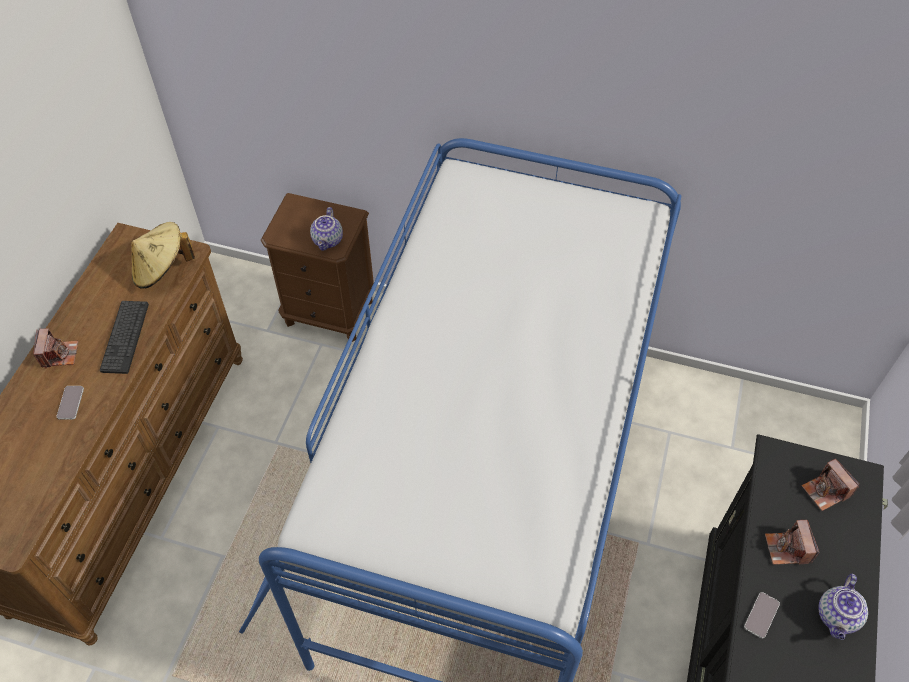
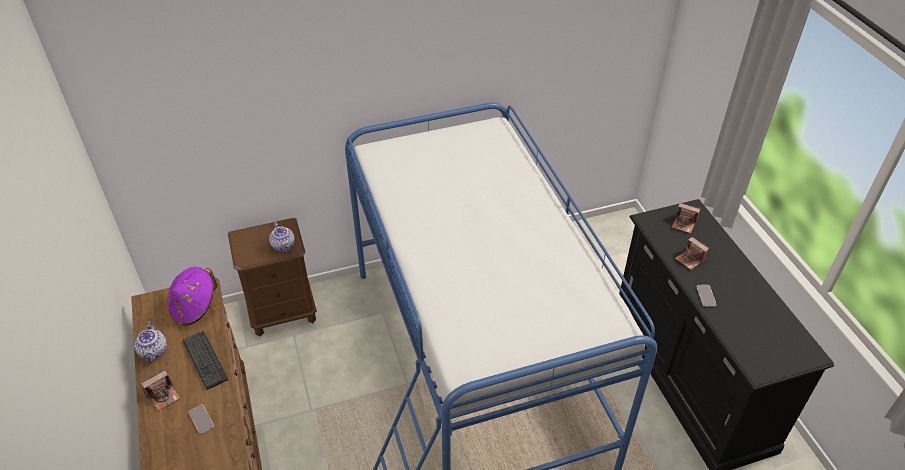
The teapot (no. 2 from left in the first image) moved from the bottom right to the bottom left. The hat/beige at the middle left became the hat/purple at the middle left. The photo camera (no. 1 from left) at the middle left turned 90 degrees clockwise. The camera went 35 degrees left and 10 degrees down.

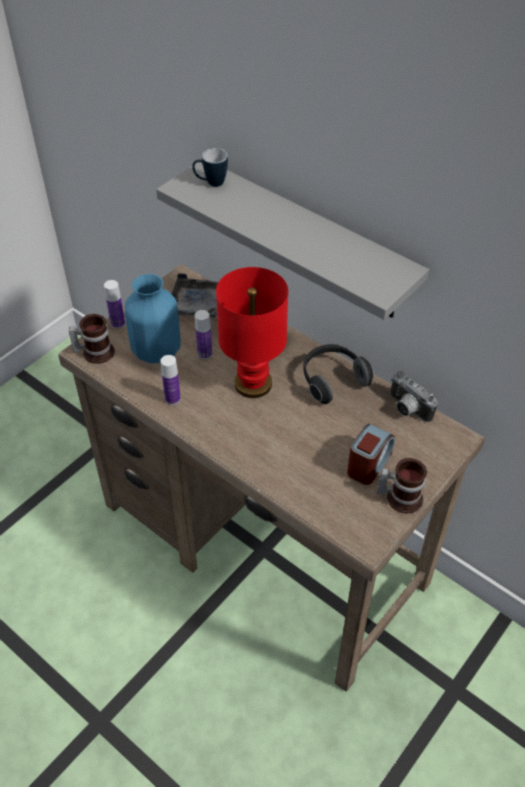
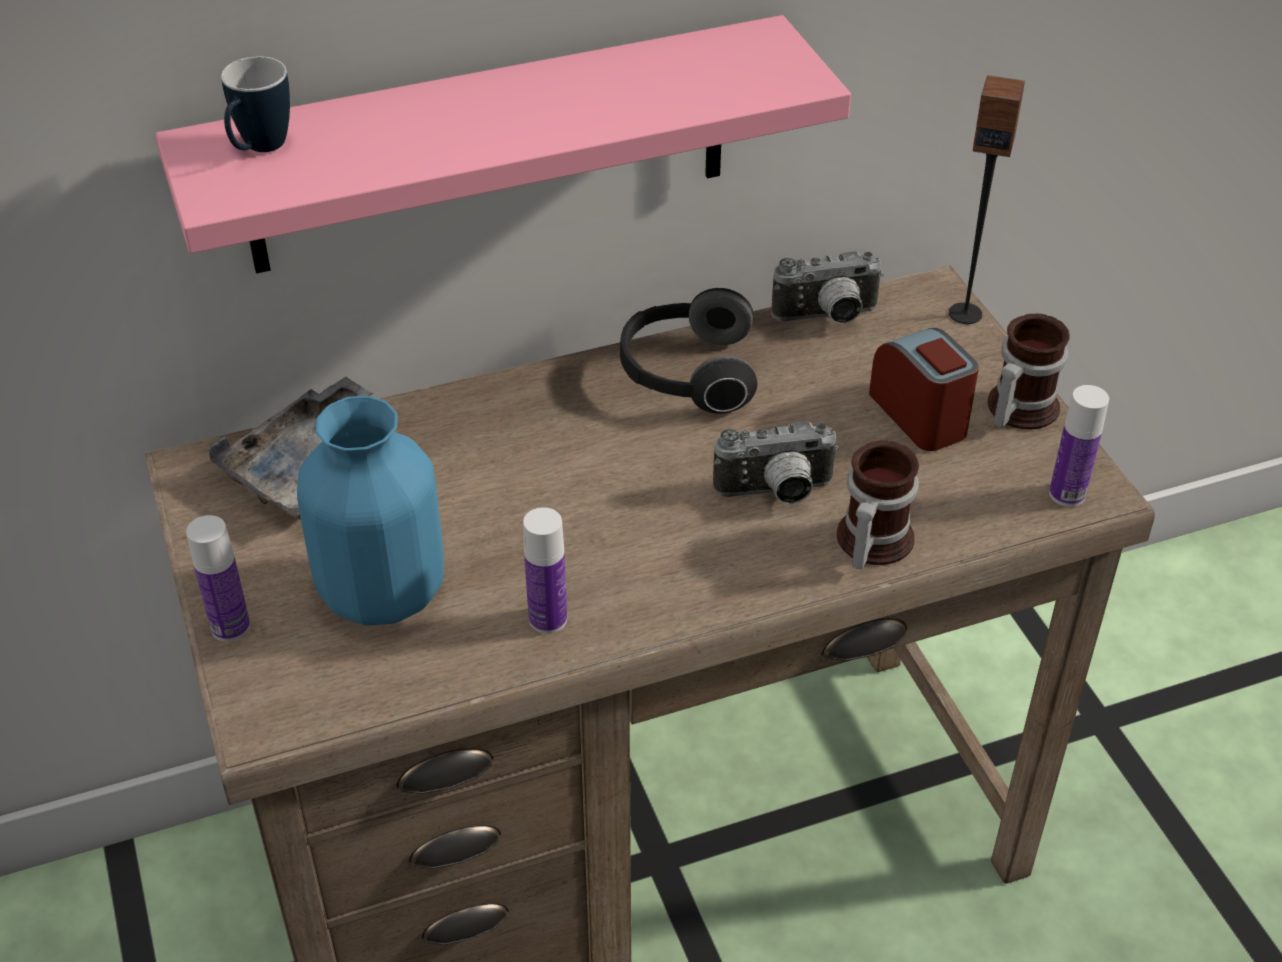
The table lamp/red at the centre disappeared. The photo camera (no. 1 from left) at the centre appeared. The speaker at the top right appeared. The mug (no. 1 from left in the first image) moved from the middle left to the middle right. The bottle (no. 3 from left) moved from the centre to the middle right. The shelf/grey at the top centre became the shelf/pink at the top centre. The camera went 60 degrees left and 5 degrees down.

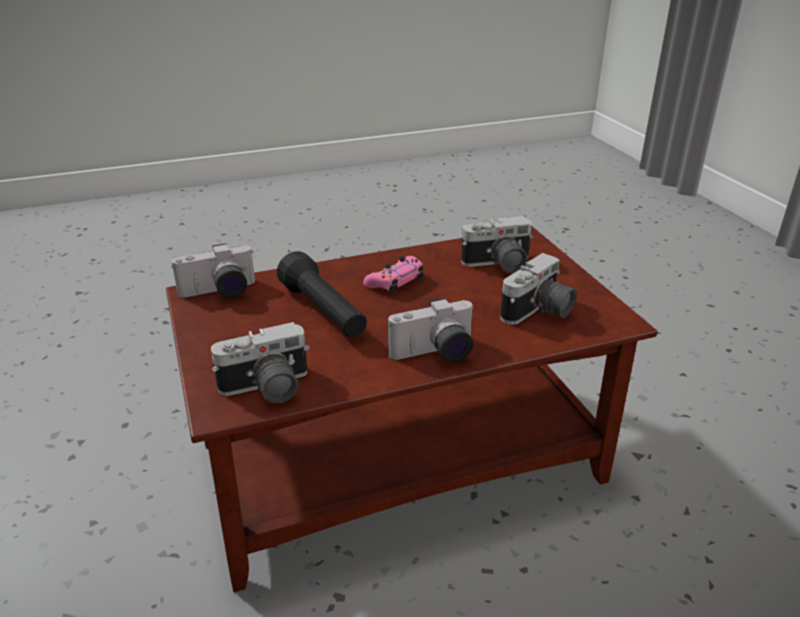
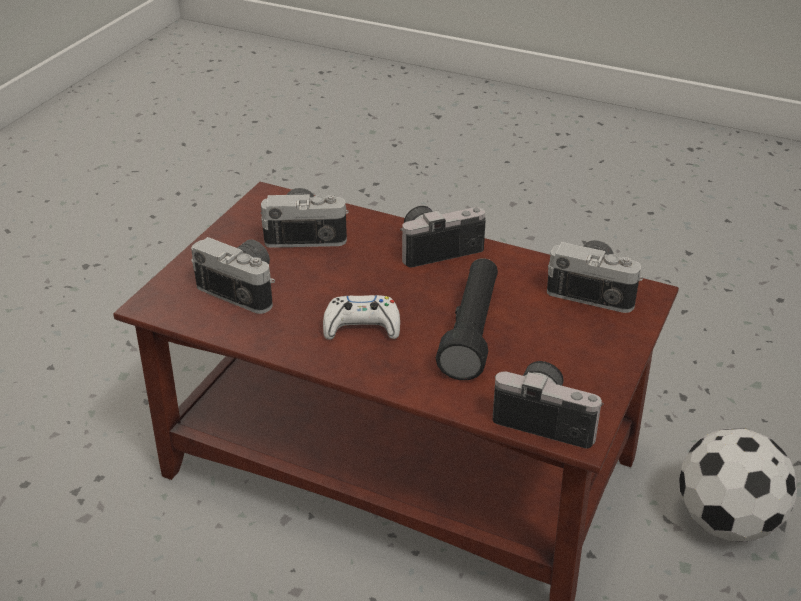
The football at the bottom right appeared. The game controller/pink at the centre became the game controller/white at the centre. The photo camera (no. 3 from left) at the centre turned 45 degrees counterclockwise. The camera went 135 degrees left and 5 degrees up.

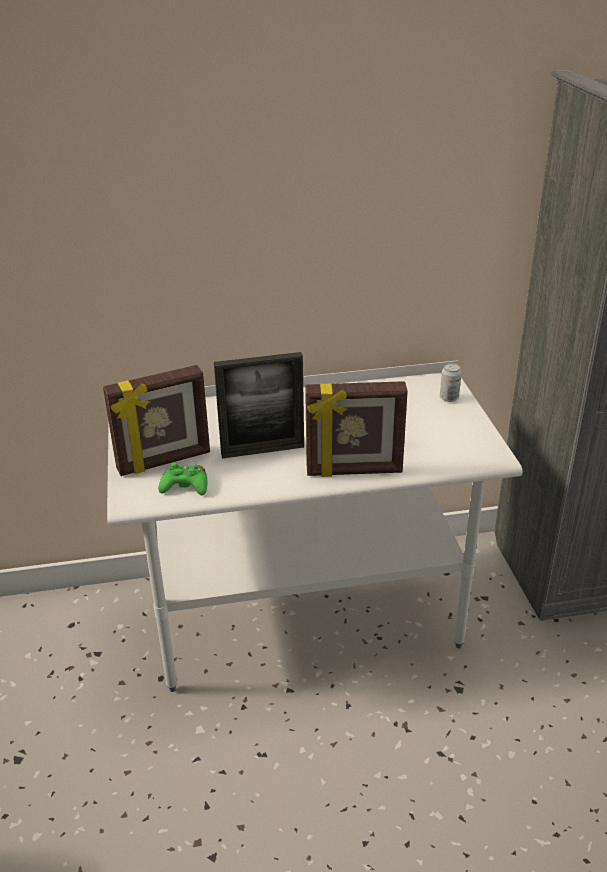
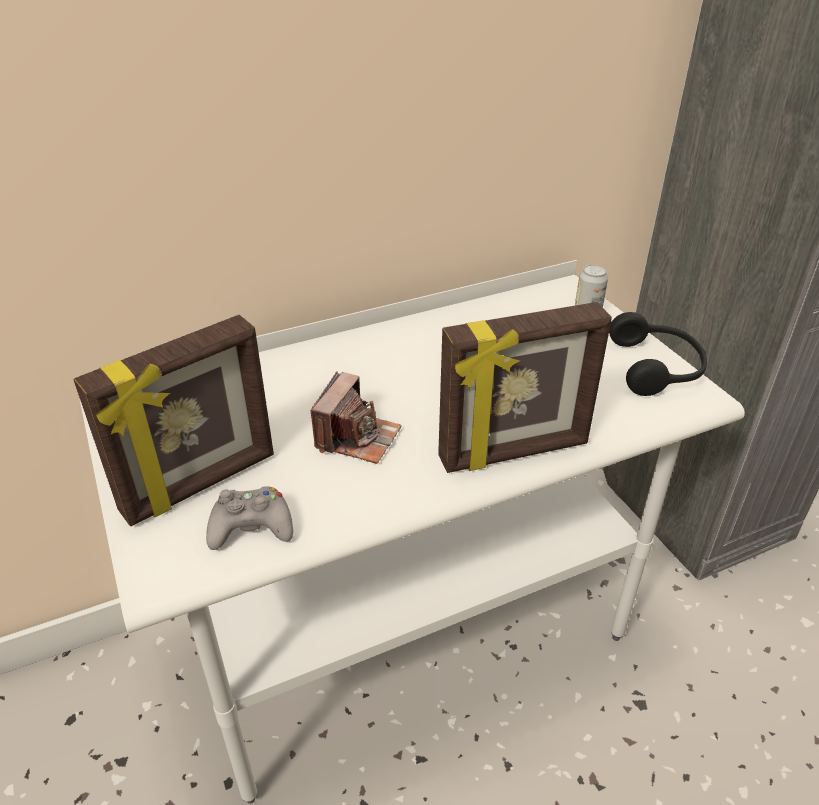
The headphones/black at the middle right appeared. The picture frame (no. 2 from left) at the centre was replaced by the photo camera at the centre. The game controller/green at the middle left became the game controller/grey at the middle left. The camera went 15 degrees left and 5 degrees up.

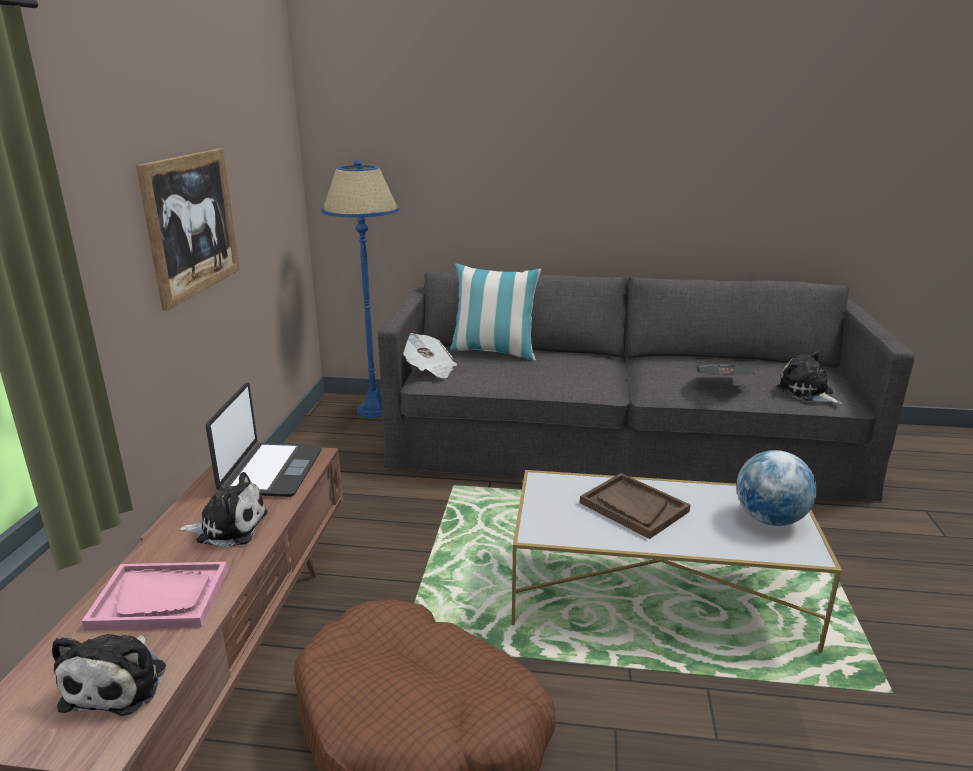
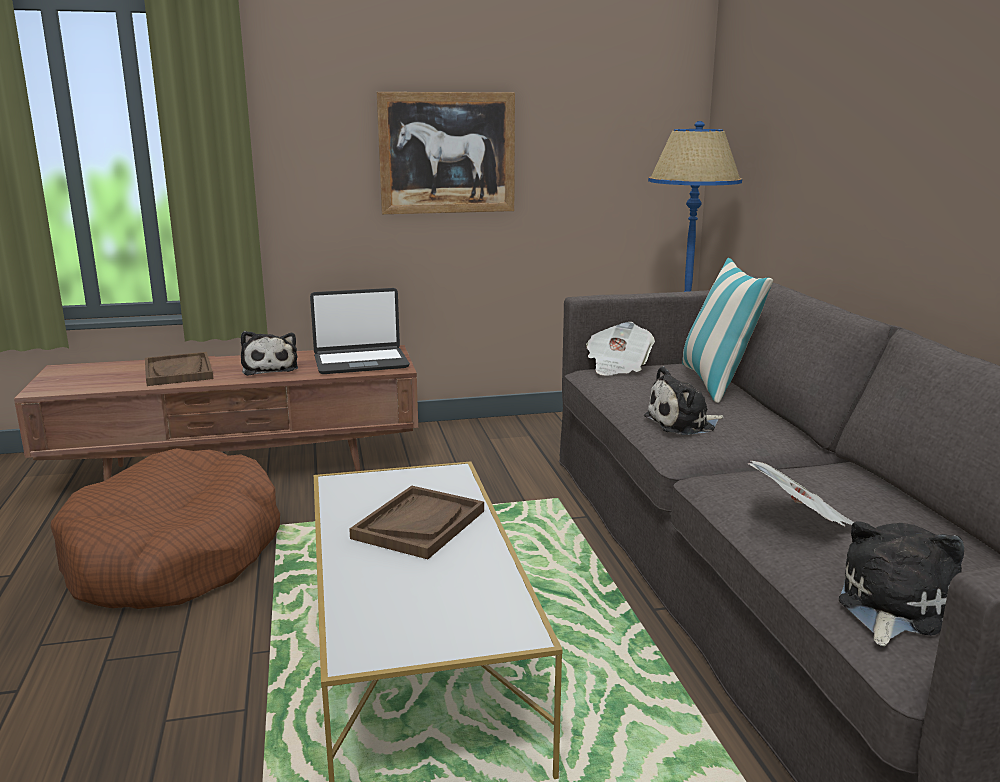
The globe at the middle right disappeared. The plush toy (no. 1 from left in the first image) moved from the bottom left to the middle right. The tray/pink at the bottom left became the tray/brown (no. 1 from left) at the middle left. The camera went 70 degrees right and 5 degrees down.

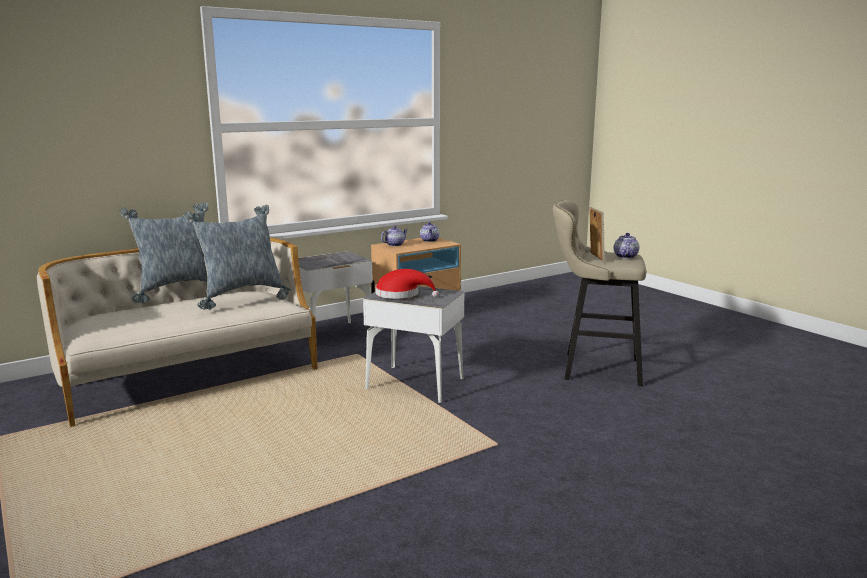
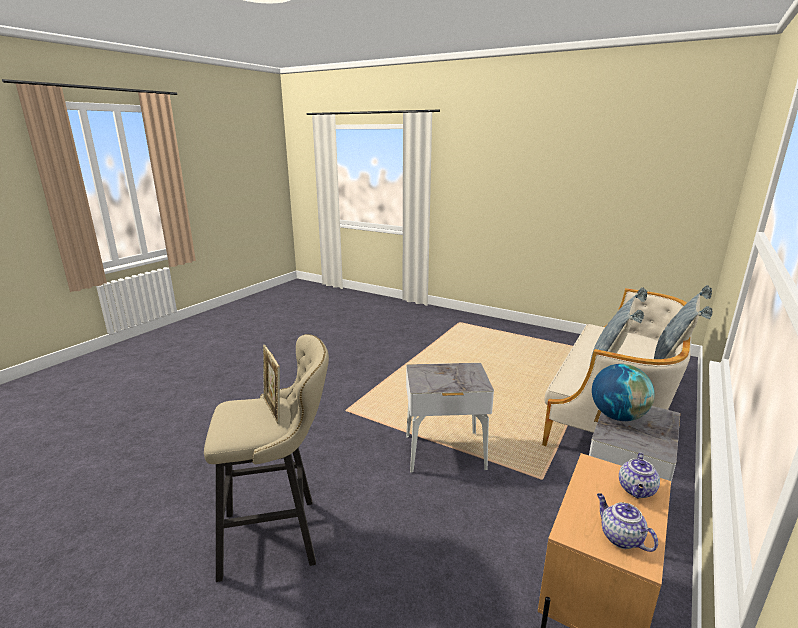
The hat/red at the centre disappeared. The teapot (no. 3 from left) at the middle right disappeared. The globe at the middle right appeared. The camera went 155 degrees right and 5 degrees up.

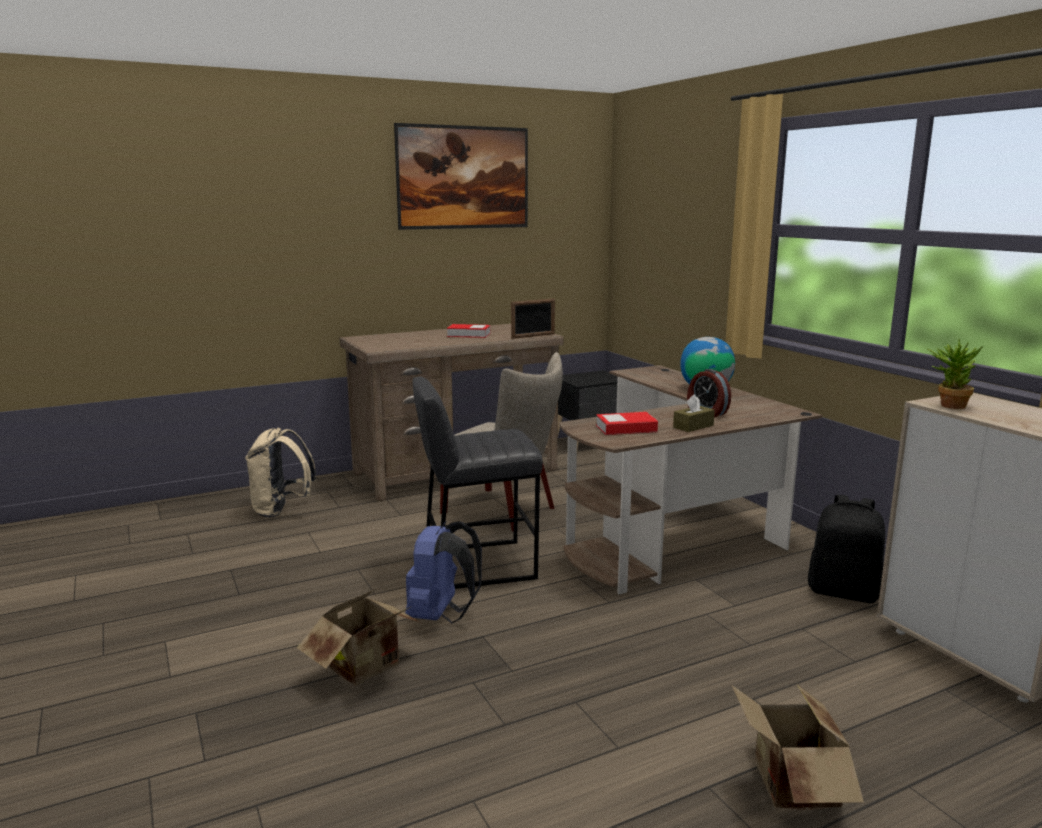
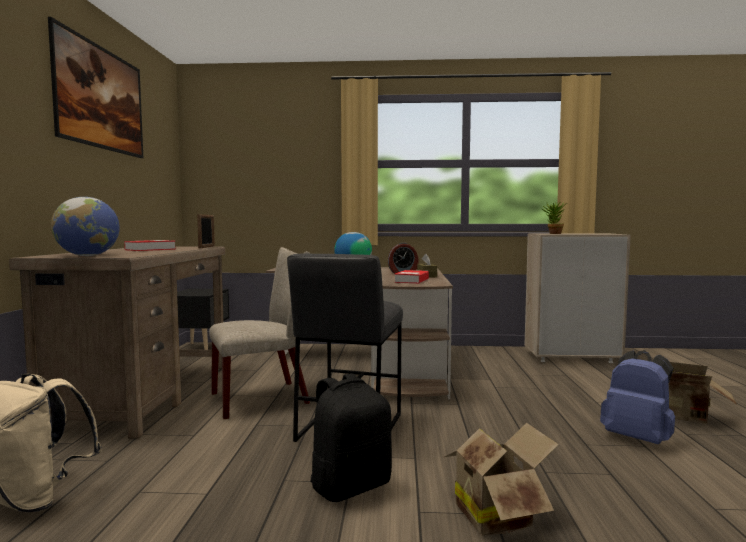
The globe (no. 1 from left) at the middle left appeared. The backpack/blue moved from the bottom centre to the bottom right. The backpack/black moved from the middle right to the bottom centre. The camera went 60 degrees left and 10 degrees down.

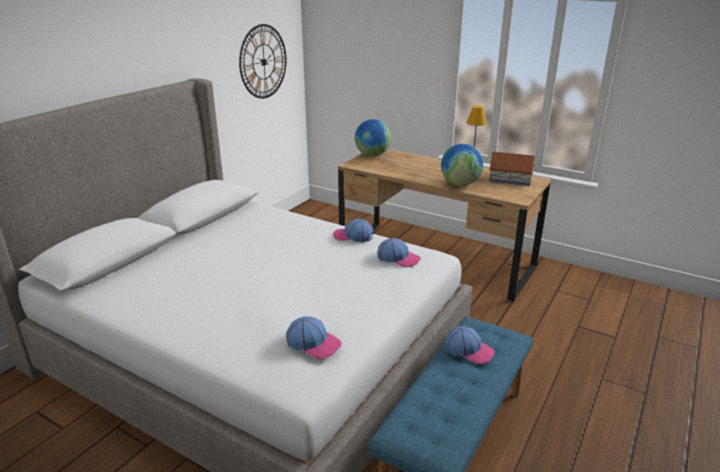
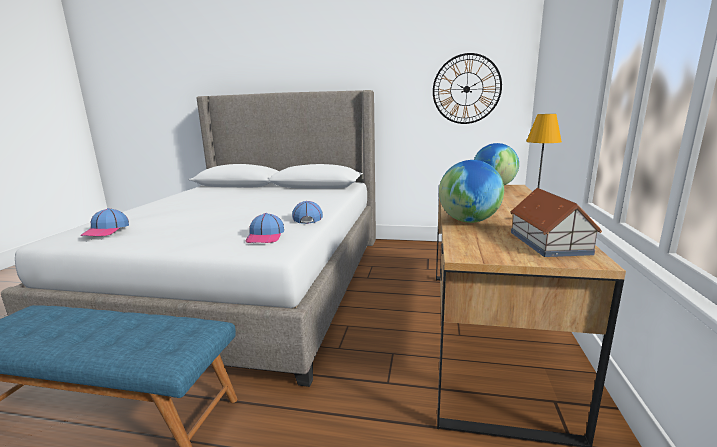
The cap (no. 4 from left) at the bottom centre disappeared. The camera went 70 degrees right and 10 degrees down.

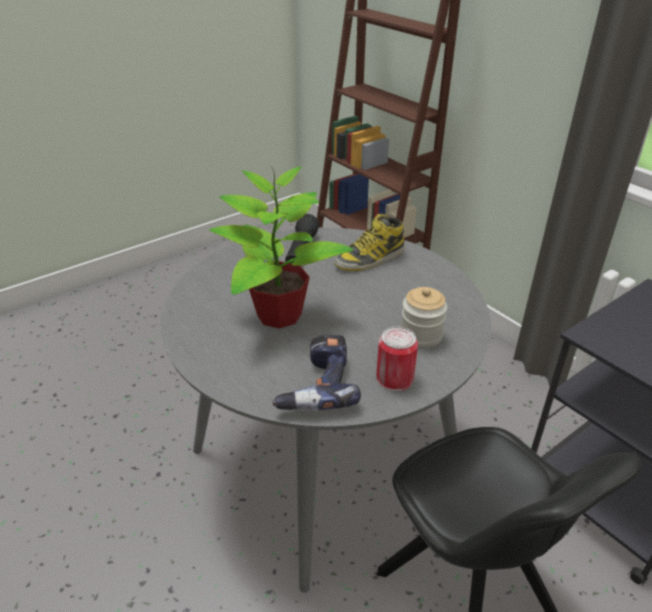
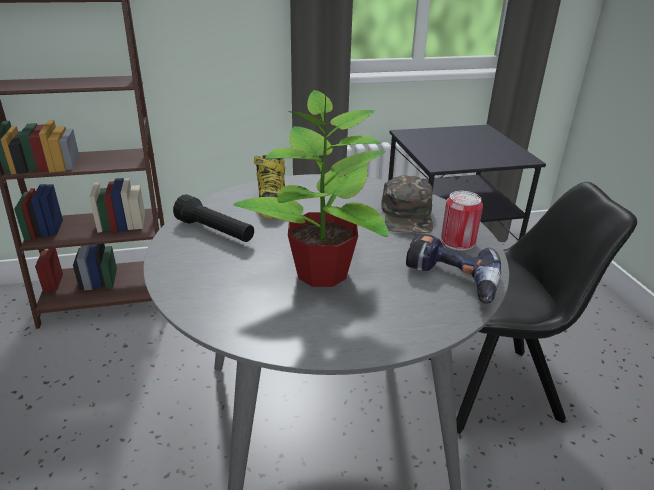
The jar at the centre was replaced by the cap/green at the centre. The camera went 65 degrees left and 5 degrees down.

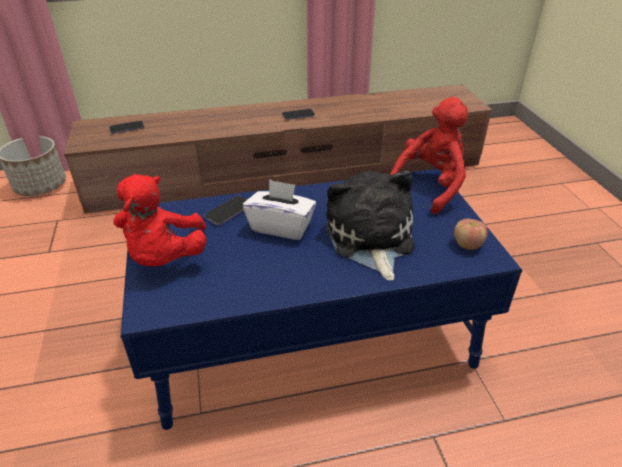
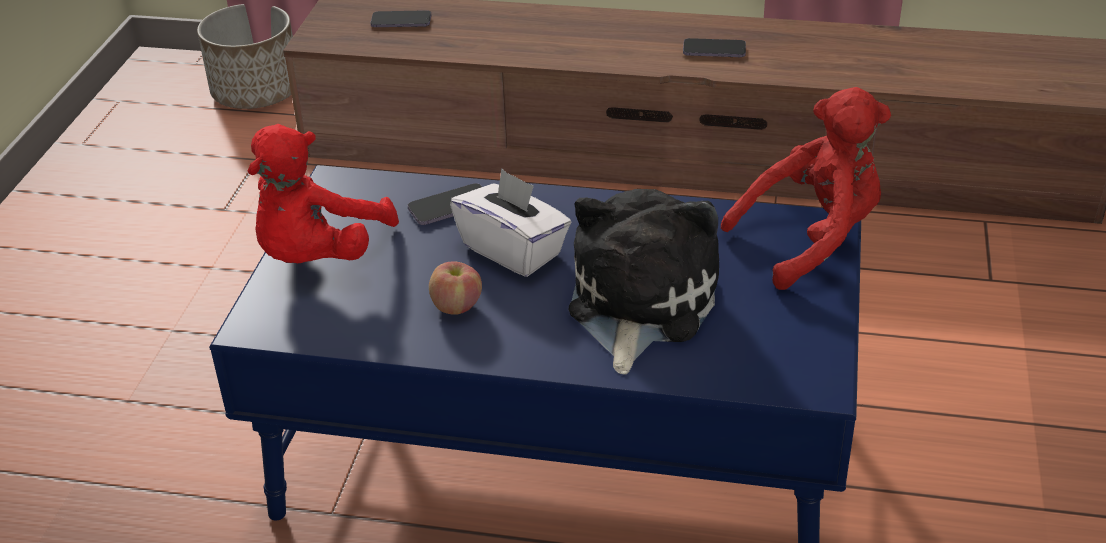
The apple moved from the middle right to the centre. The camera went 25 degrees right and 0 degrees up.

